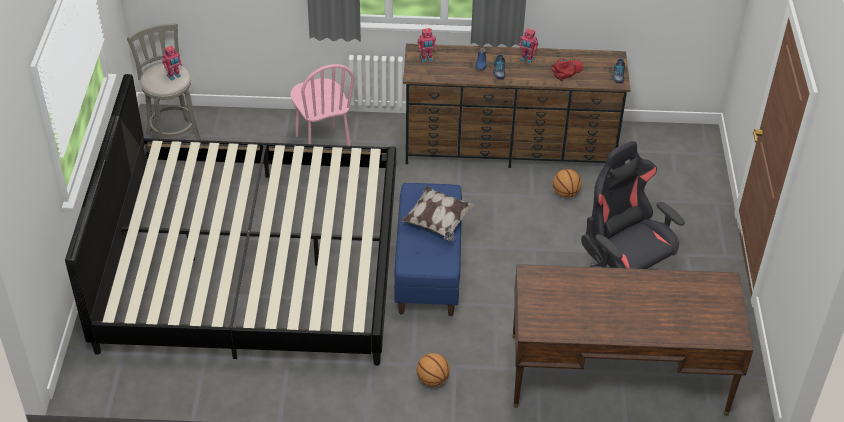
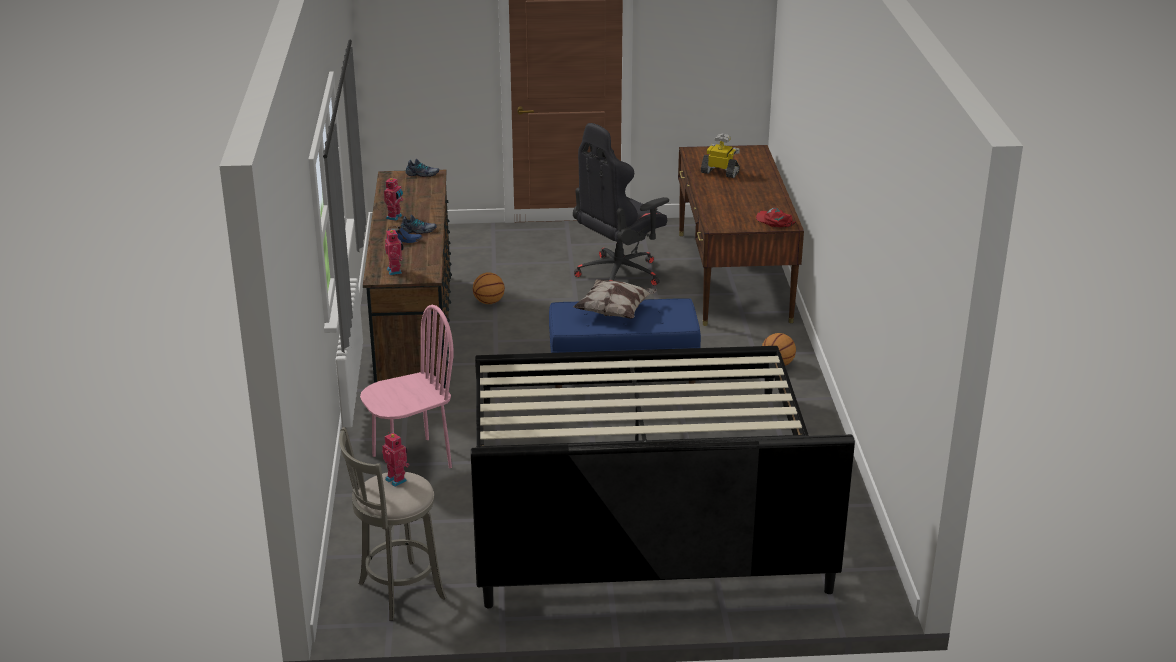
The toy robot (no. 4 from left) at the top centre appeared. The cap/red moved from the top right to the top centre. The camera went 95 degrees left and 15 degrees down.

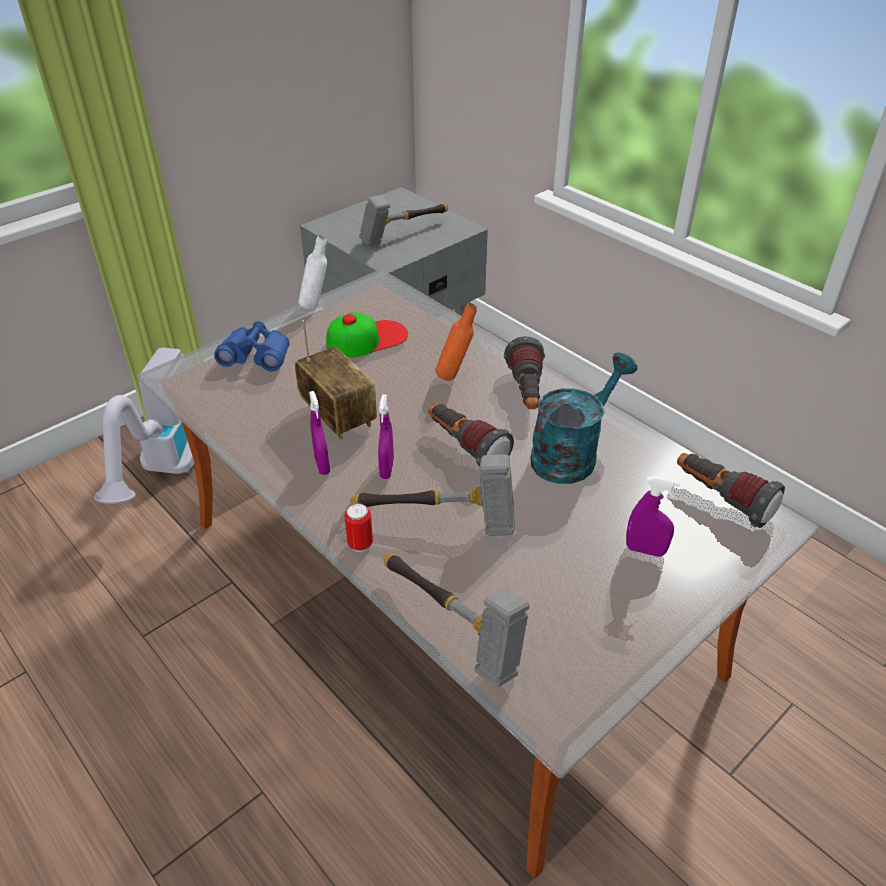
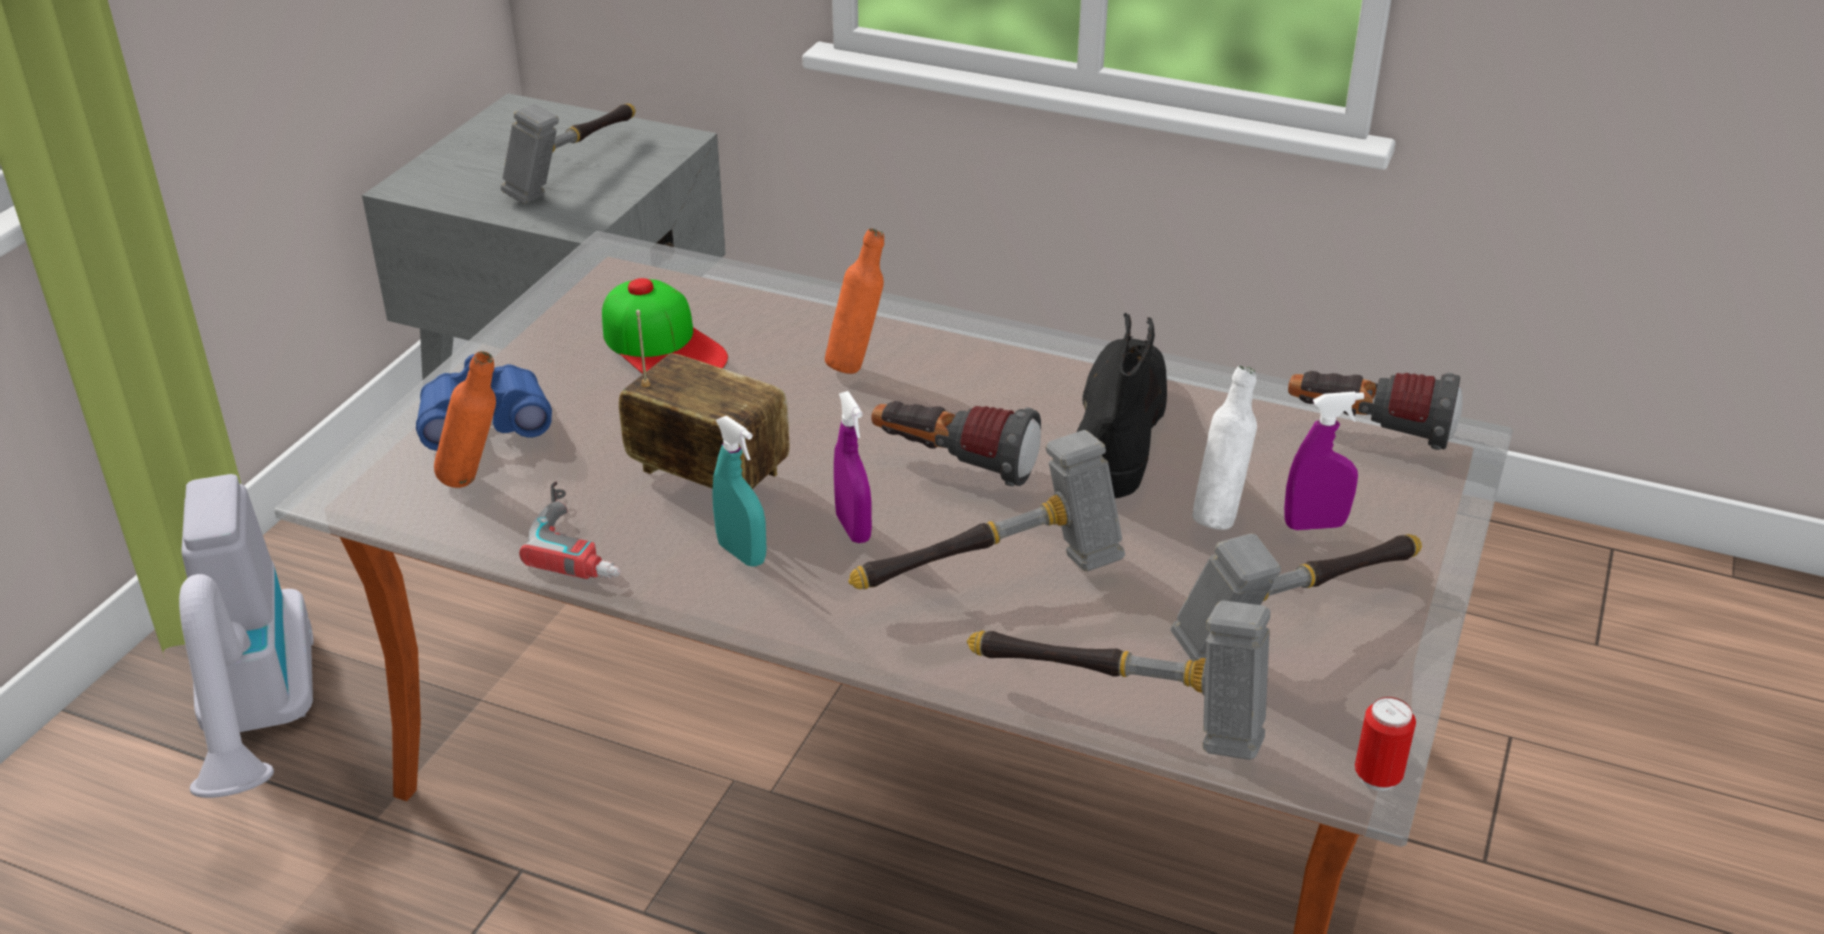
The flashlight (no. 2 from left) at the centre disappeared. The bottle/orange (no. 1 from left) at the middle left appeared. The power drill at the middle left appeared. The hammer (no. 4 from left) at the middle right appeared. The bottle/white moved from the top centre to the middle right. The can moved from the centre to the bottom right. The watering can/turquoise at the centre was replaced by the boot/black at the centre. The spray bottle/purple (no. 1 from left) at the centre became the spray bottle/turquoise at the centre. The cap at the centre turned 105 degrees clockwise. The camera went 25 degrees left and 5 degrees down.

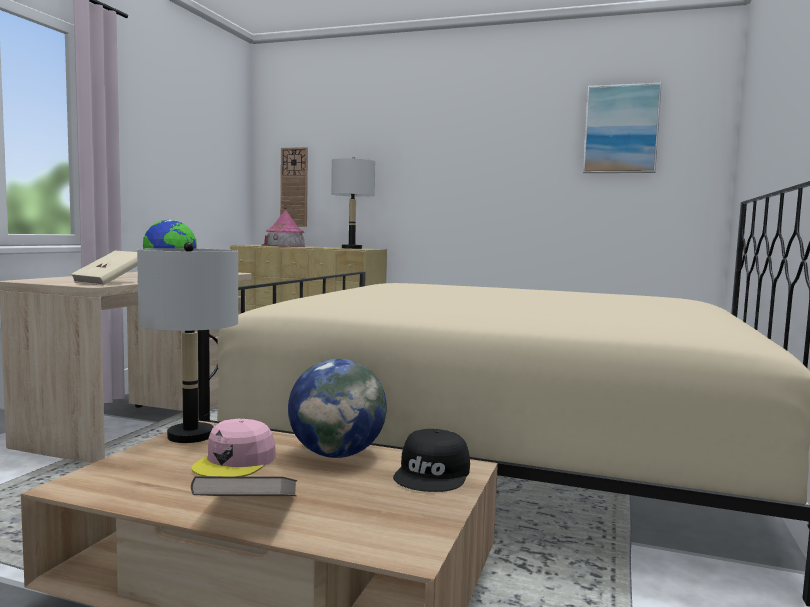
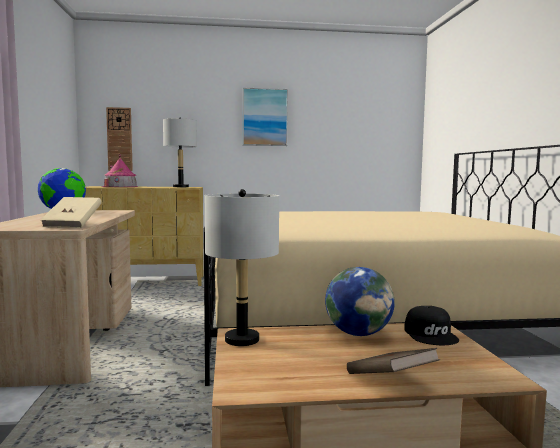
The cap/pink at the bottom left disappeared. The picture moved from the top right to the top centre. The camera went 25 degrees left and 0 degrees up.

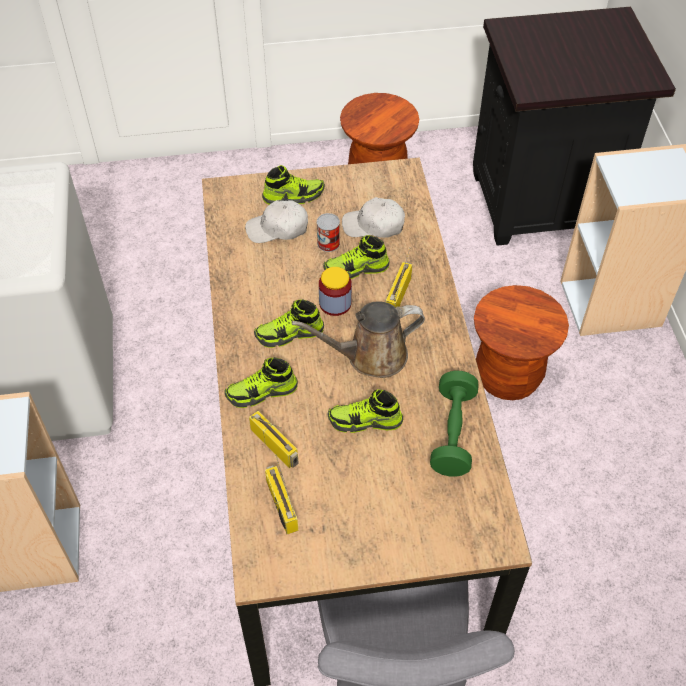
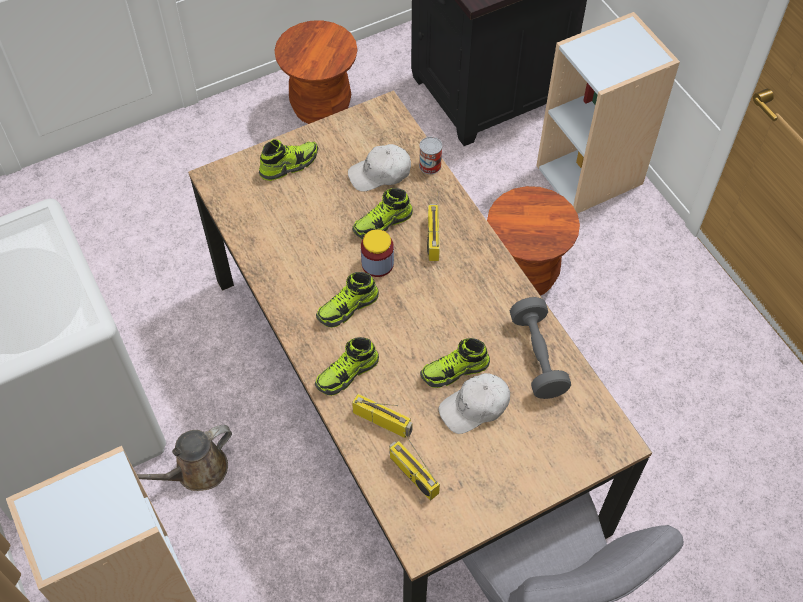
The cap/white (no. 1 from left in the first image) moved from the top centre to the bottom centre. The watering can/brown moved from the centre to the bottom left. The can moved from the centre to the top centre. The dumbbell/green at the centre became the dumbbell/grey at the middle right. The camera went 20 degrees left and 5 degrees up.

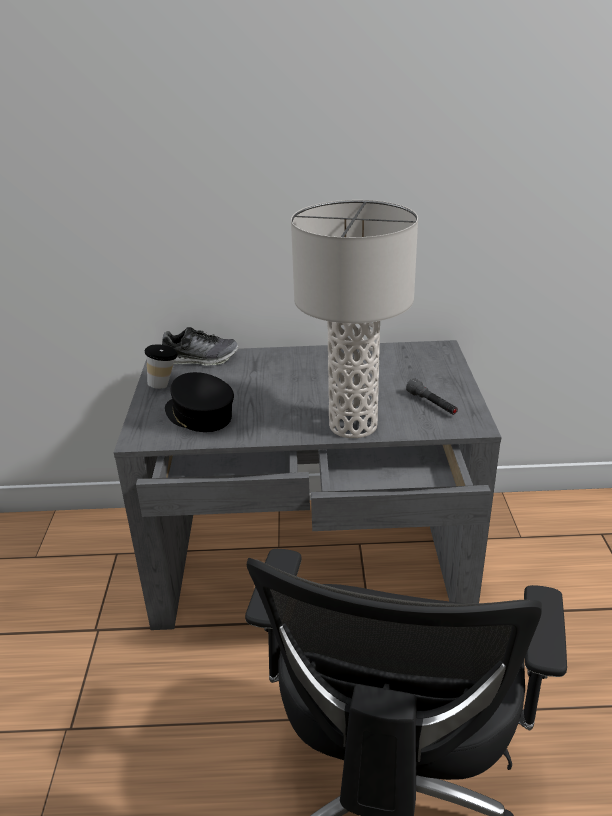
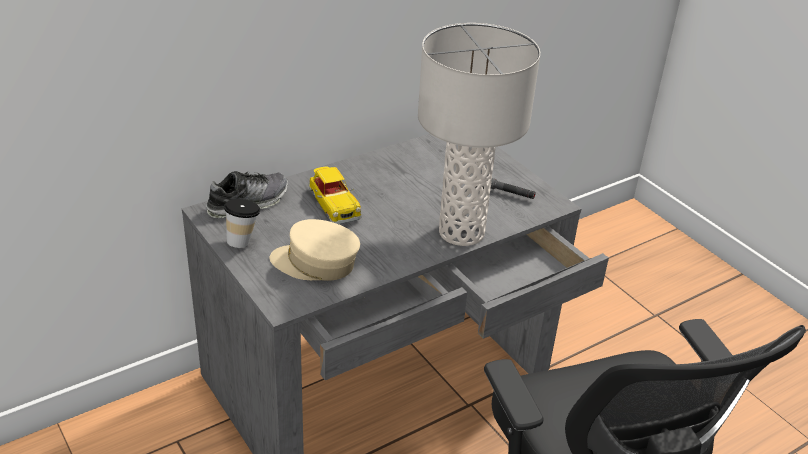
The toy car at the centre appeared. The cap/black at the middle left became the cap/beige at the centre. The camera went 35 degrees left and 5 degrees up.

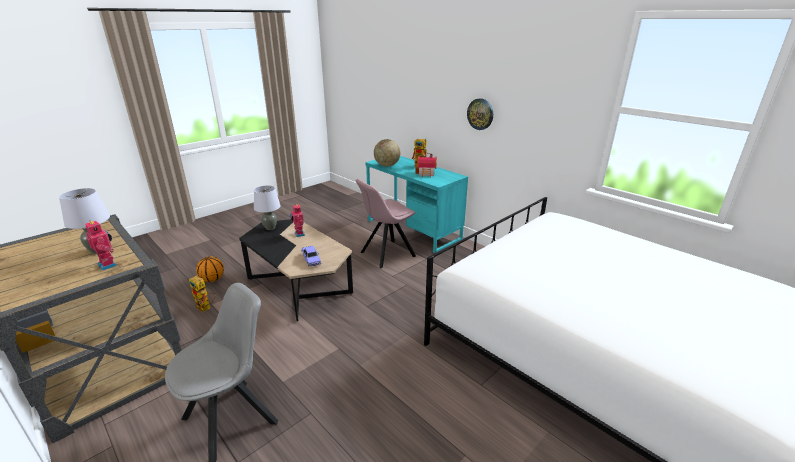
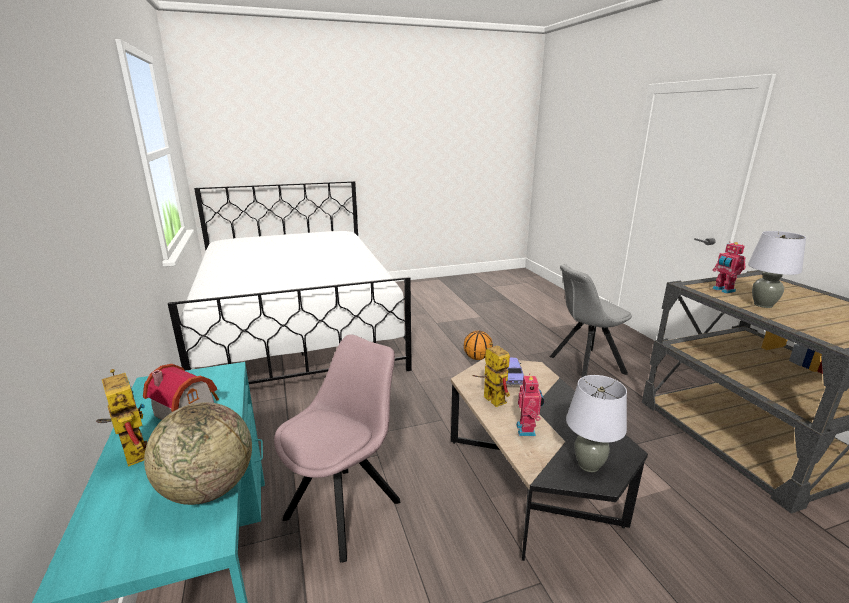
The wall clock at the top centre disappeared. The toy robot (no. 2 from left) moved from the middle left to the centre. The basketball moved from the middle left to the centre. The chair/pink at the centre turned 45 degrees counterclockwise. The camera went 155 degrees left and 5 degrees down.

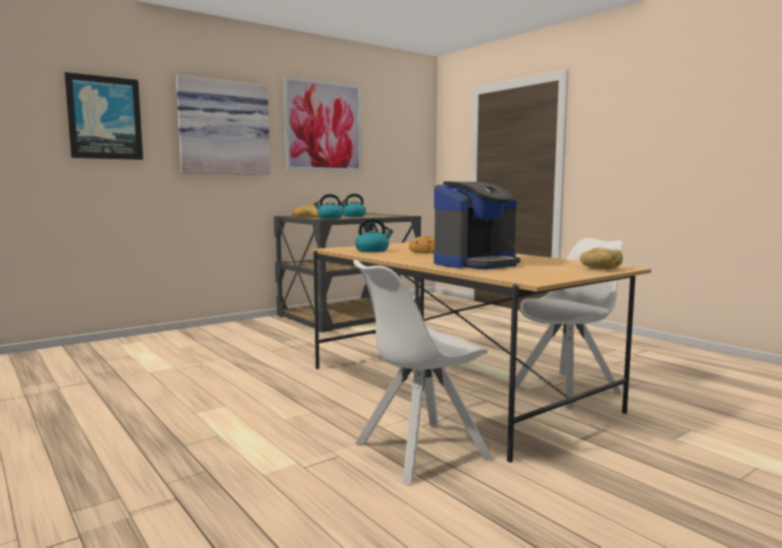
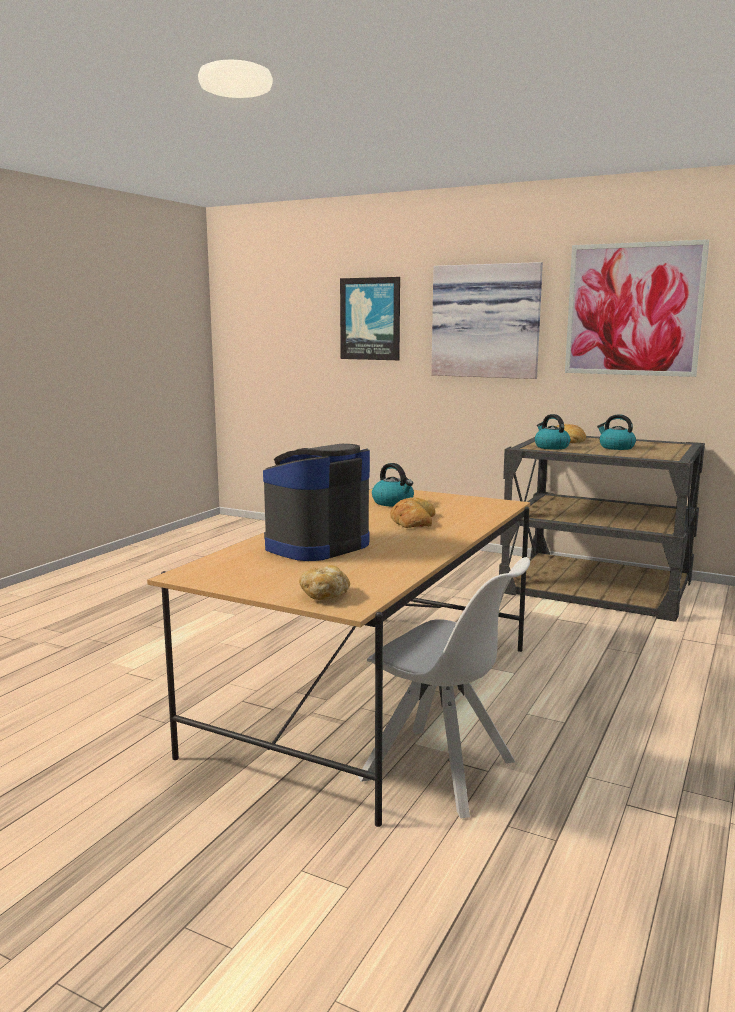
The chair/white (no. 1 from left) at the bottom centre disappeared. The coffee machine at the centre turned 105 degrees clockwise. The camera went 65 degrees right and 5 degrees up.

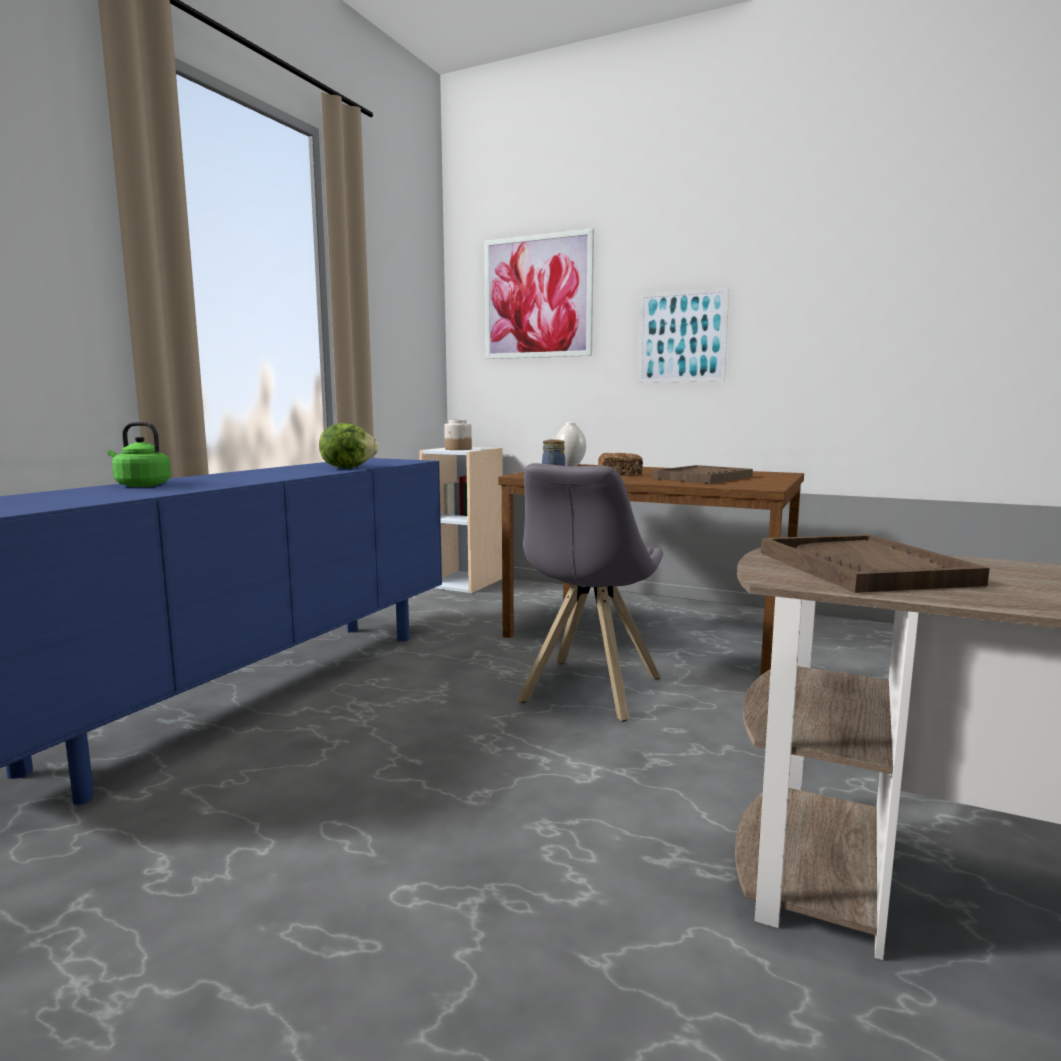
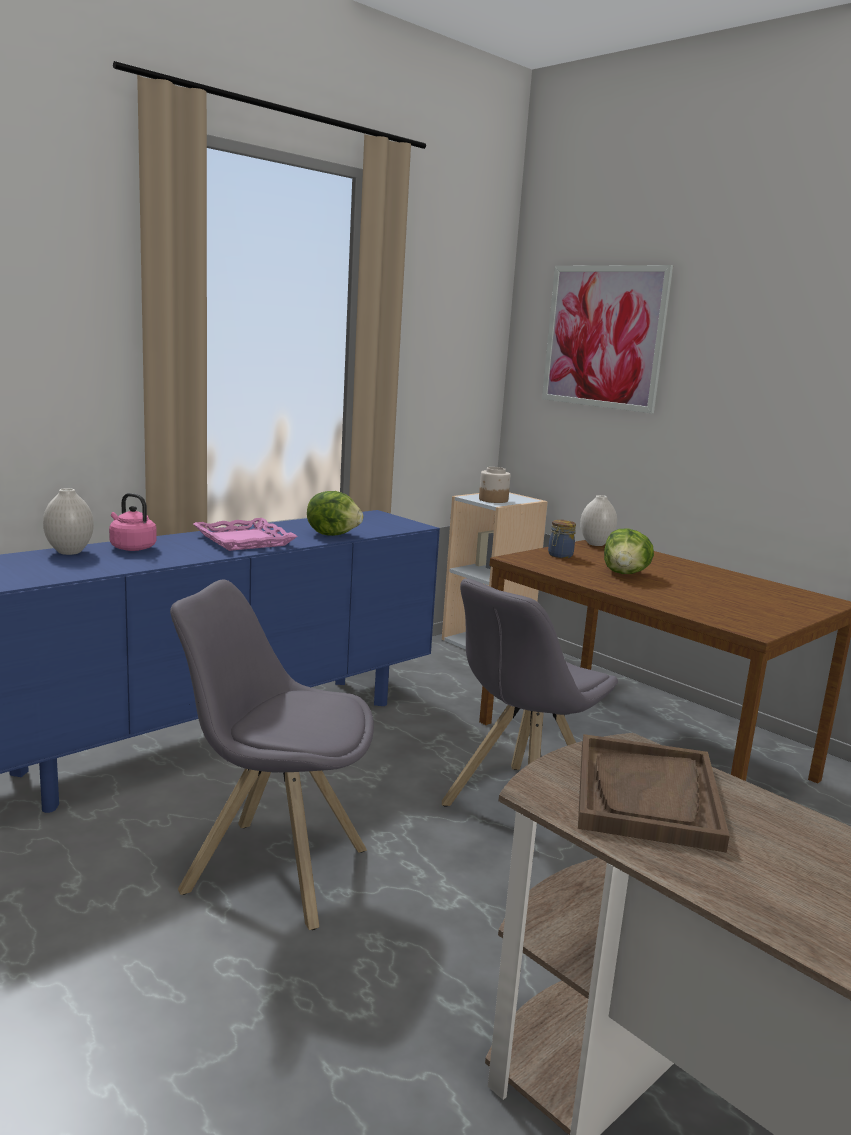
The picture (no. 2 from left) at the top centre disappeared. The tray/brown (no. 1 from left) at the centre disappeared. The vase/white (no. 1 from left) at the middle left appeared. The chair/grey (no. 1 from left) at the middle left appeared. The tray/pink at the middle left appeared. The bread at the centre was replaced by the lettuce (no. 2 from left) at the middle right. The kettle/green at the middle left became the kettle/pink at the middle left. The camera went 20 degrees right and 5 degrees up.

